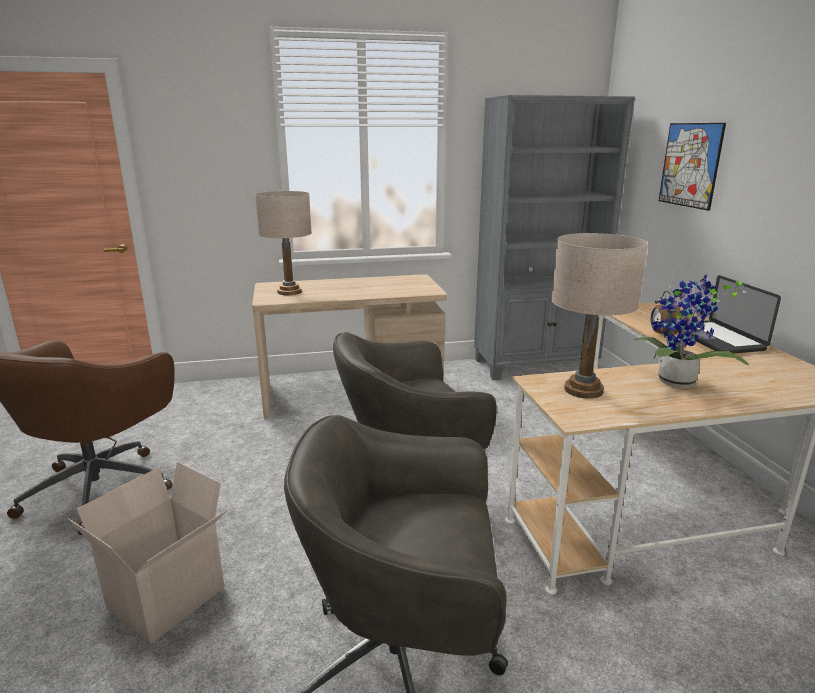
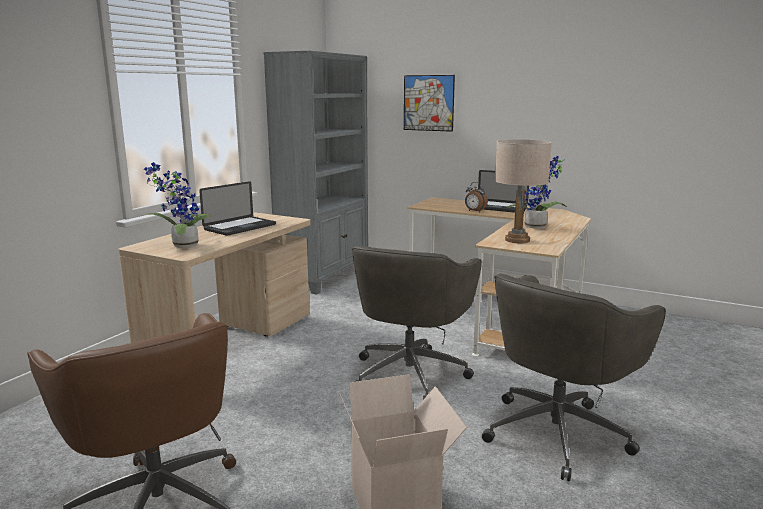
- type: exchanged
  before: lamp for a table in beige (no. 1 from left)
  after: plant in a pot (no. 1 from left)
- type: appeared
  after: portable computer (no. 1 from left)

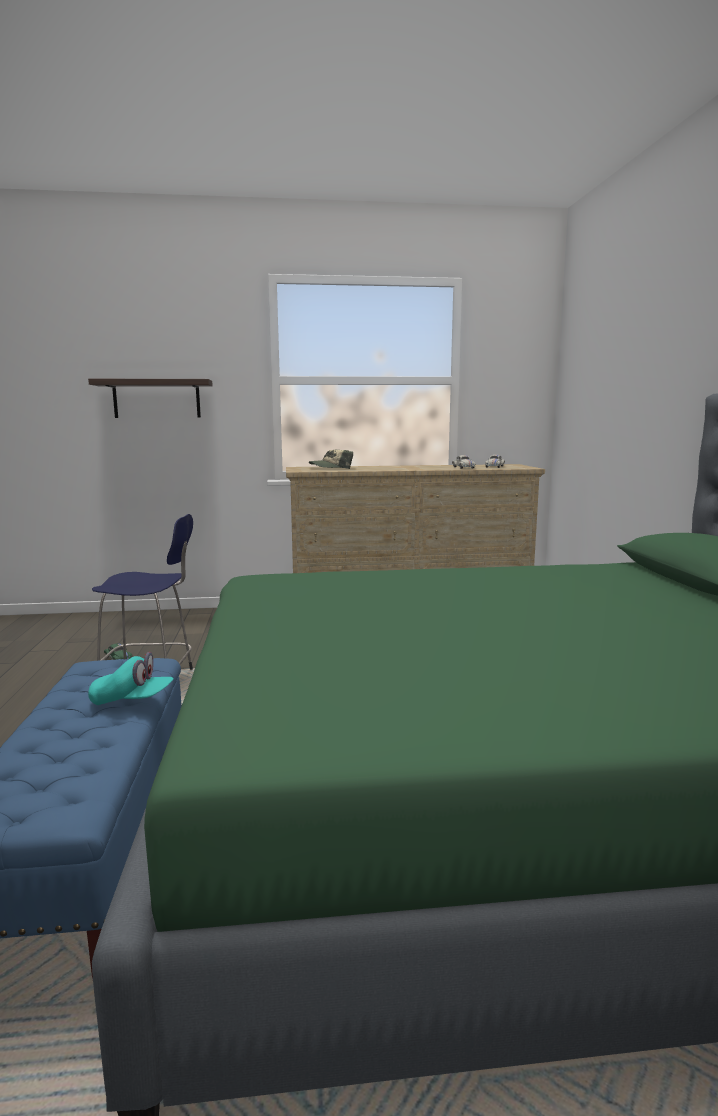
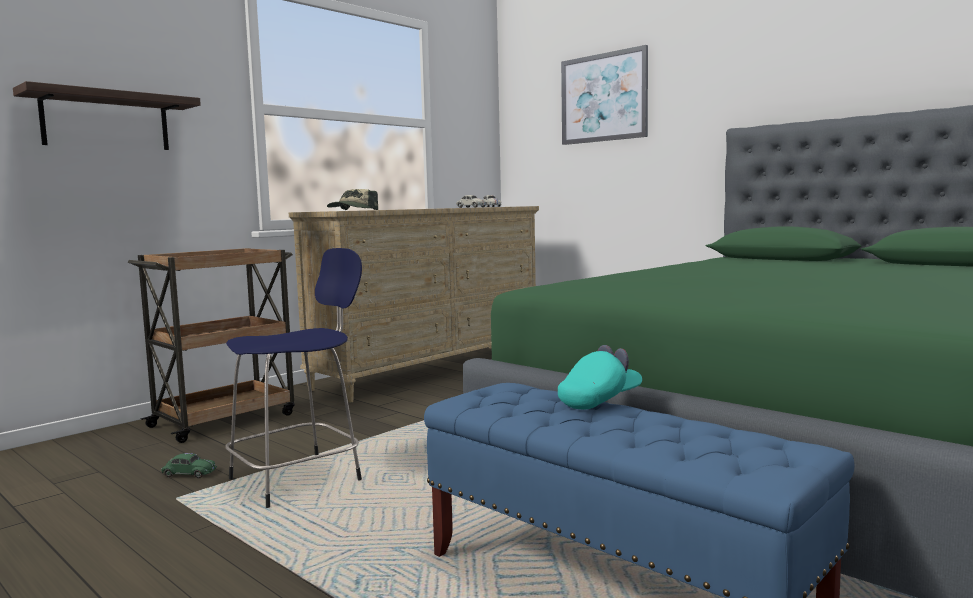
- type: appeared
  after: trolley in brownish
- type: appeared
  after: picture

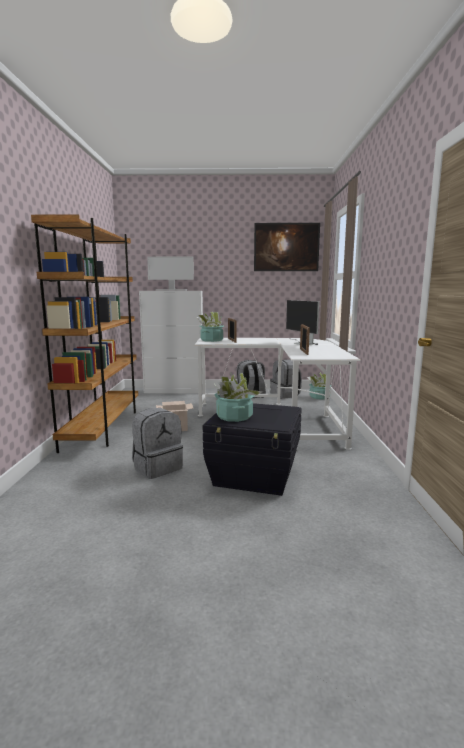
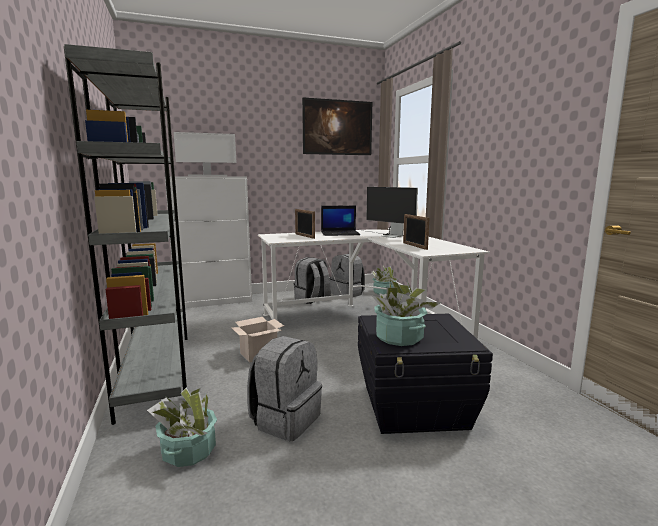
- type: colour
  before: bookcase in brownish
  after: bookcase in grey
- type: relocated
  before: plant in a pot (no. 1 from left)
- type: appeared
  after: portable computer

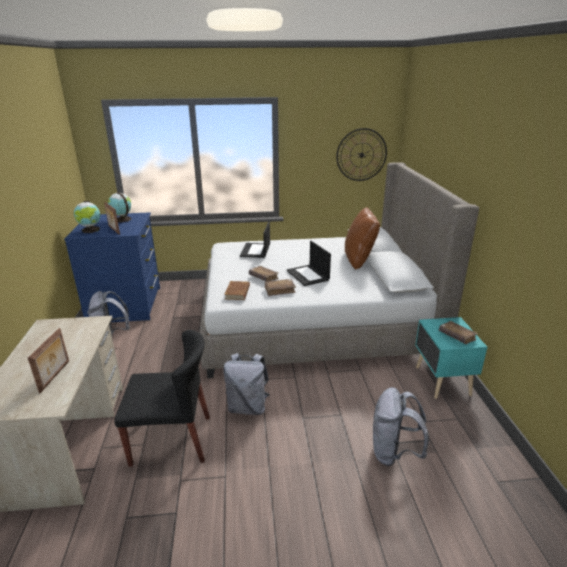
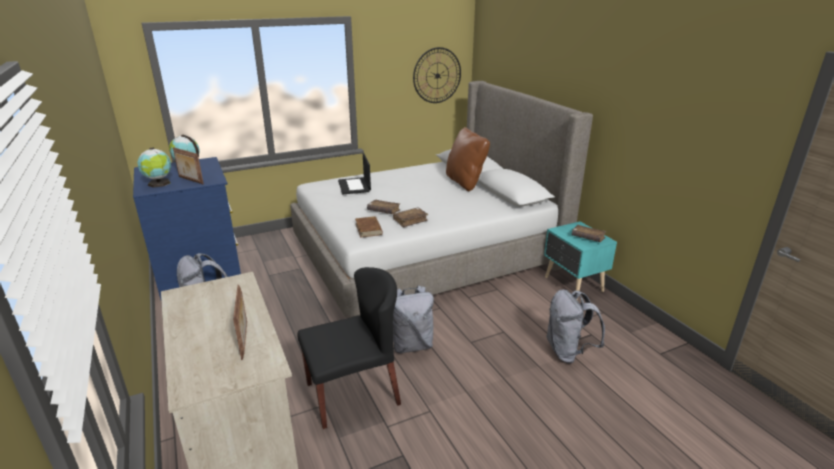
- type: missing
  before: portable computer (no. 2 from left)

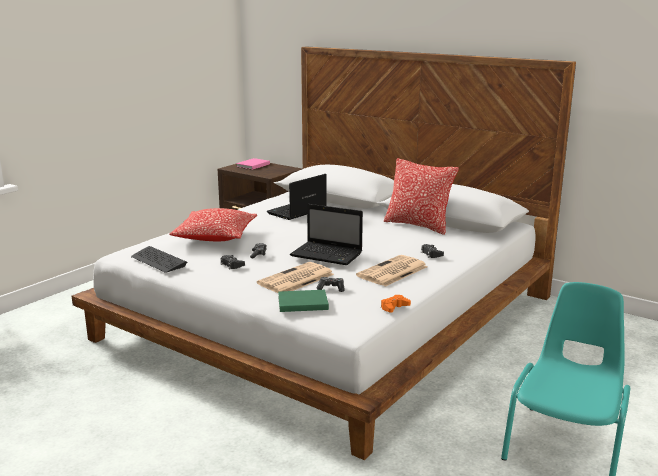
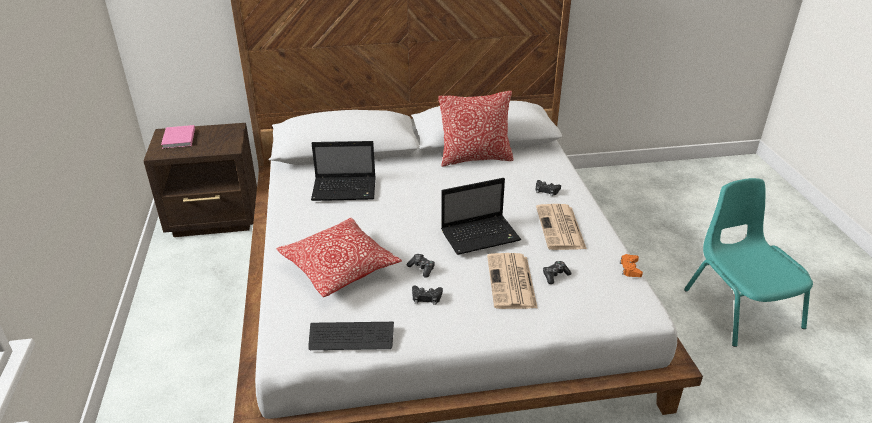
- type: spun
  before: portable computer (no. 1 from left)
  turn: -90
- type: missing
  before: book in green

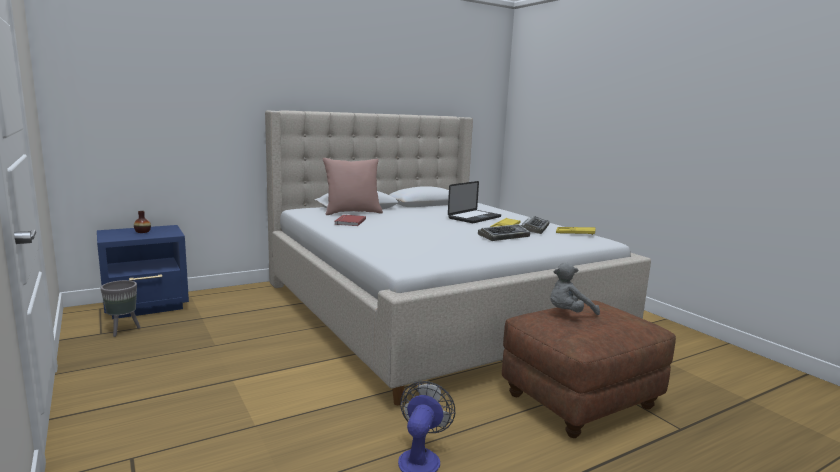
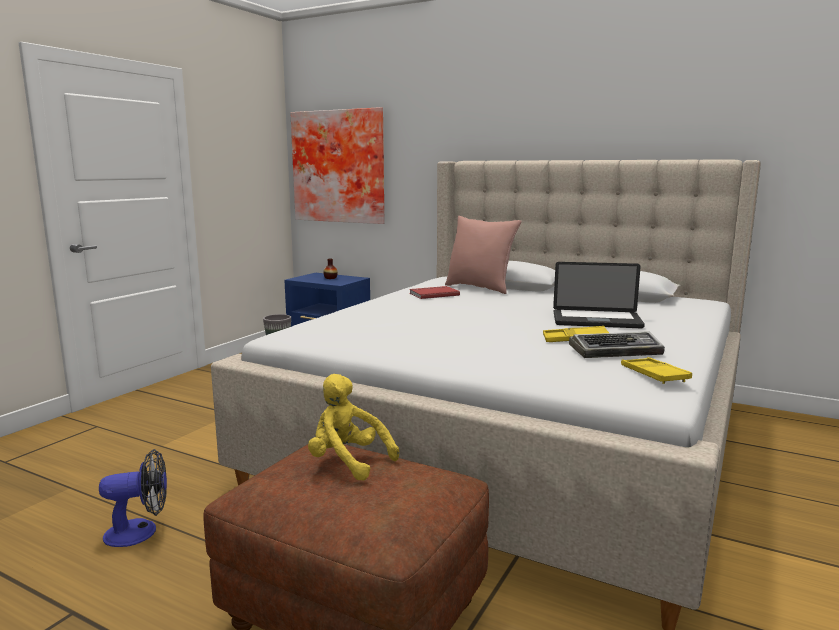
- type: appeared
  after: picture
- type: colour
  before: cuddly toy in grey
  after: cuddly toy in yellowish
- type: missing
  before: computer keyboard (no. 1 from left)

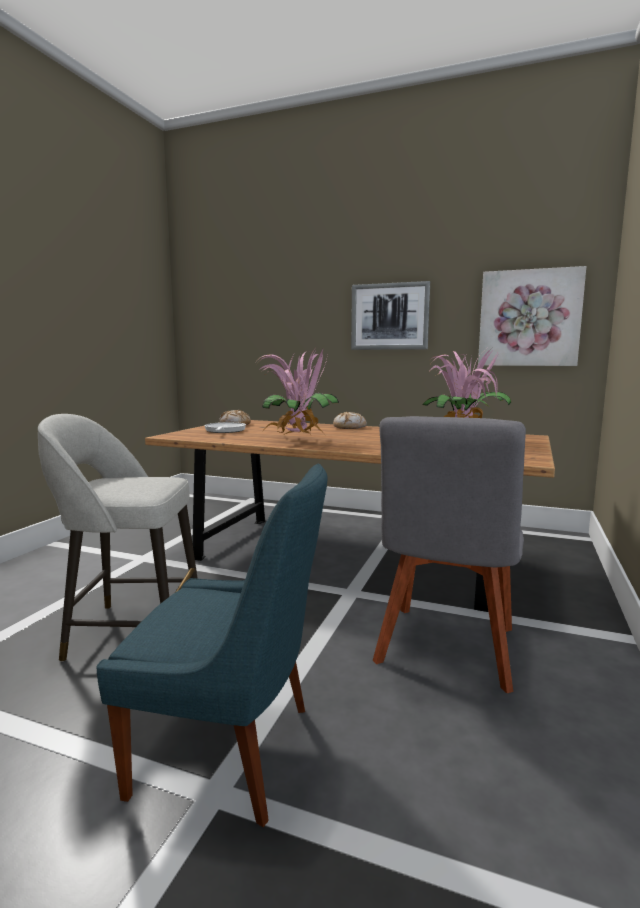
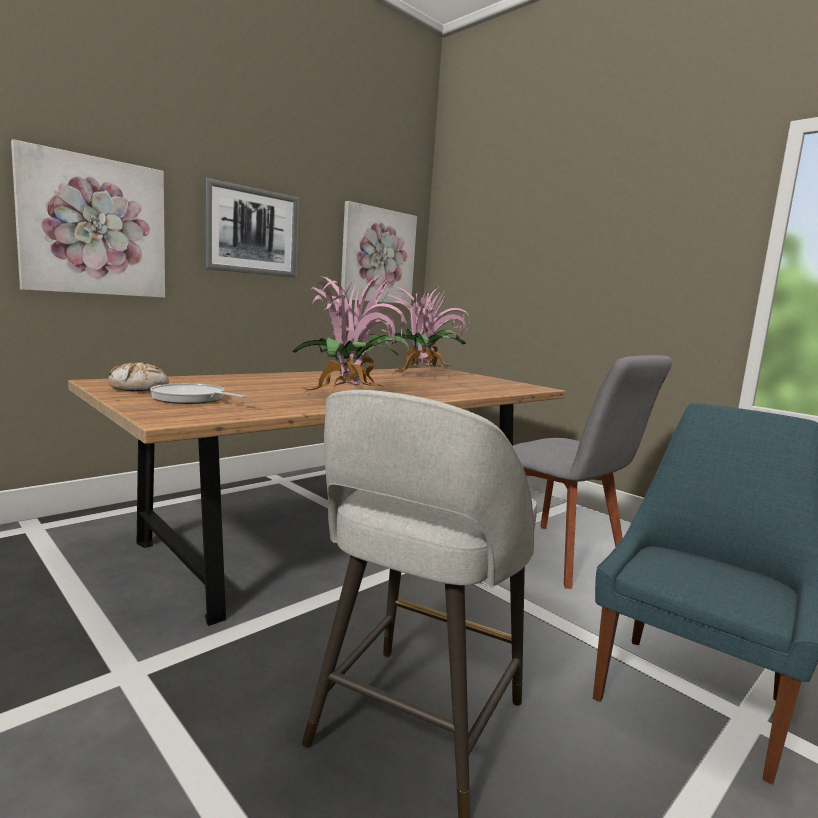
- type: appeared
  after: picture (no. 1 from left)
- type: missing
  before: bread (no. 2 from left)

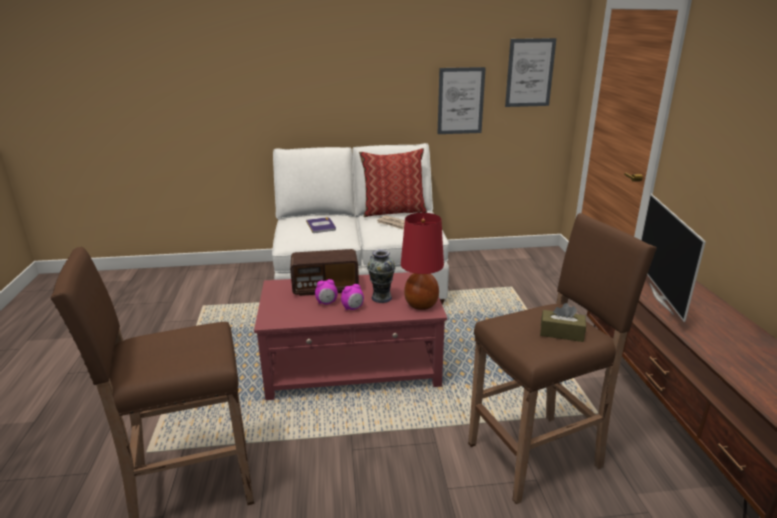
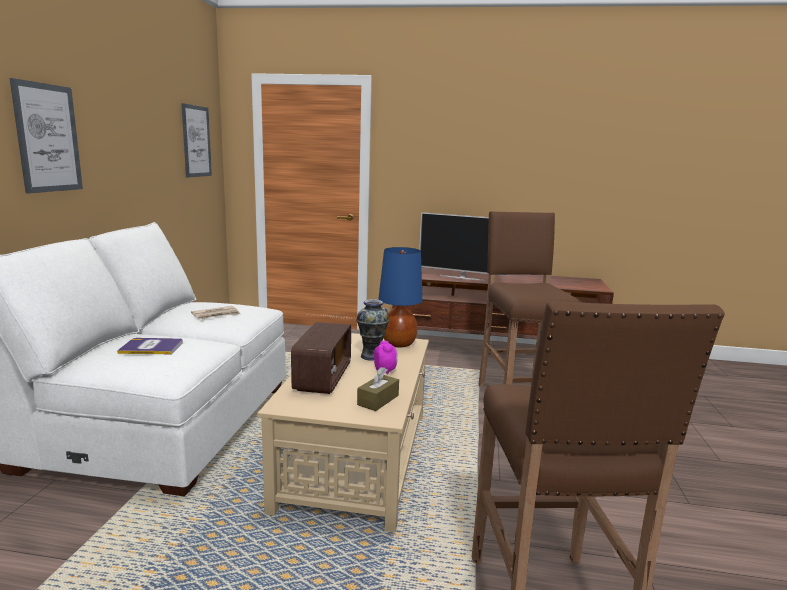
- type: relocated
  before: picture (no. 1 from left)
- type: colour
  before: lounge table in reddish
  after: lounge table in beige
- type: relocated
  before: box of tissues in brownish
- type: colour
  before: lamp for a table in reddish
  after: lamp for a table in blue-coloured
- type: missing
  before: bedside clock (no. 1 from left)
- type: missing
  before: pillow

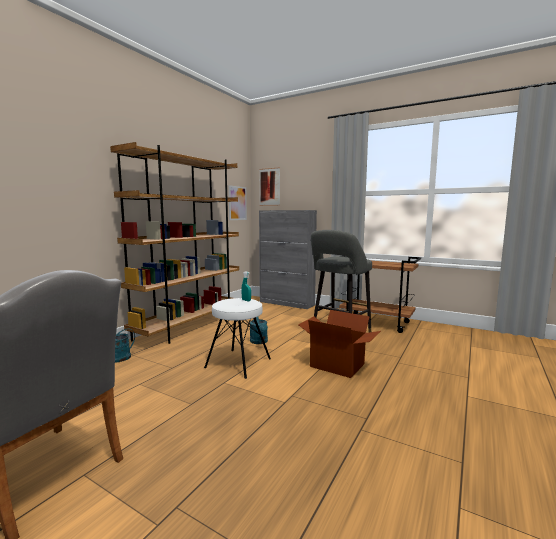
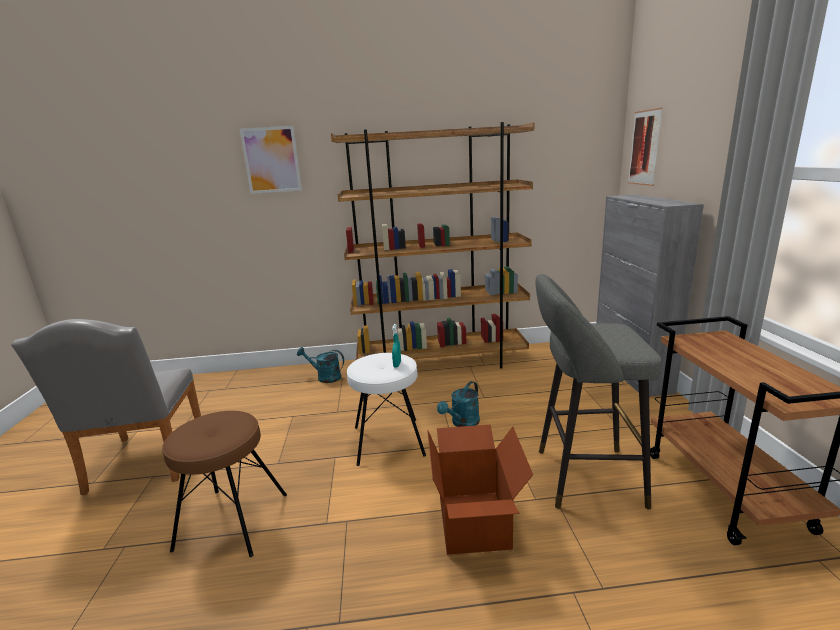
- type: appeared
  after: stool seat in brownish
- type: relocated
  before: picture (no. 1 from left)

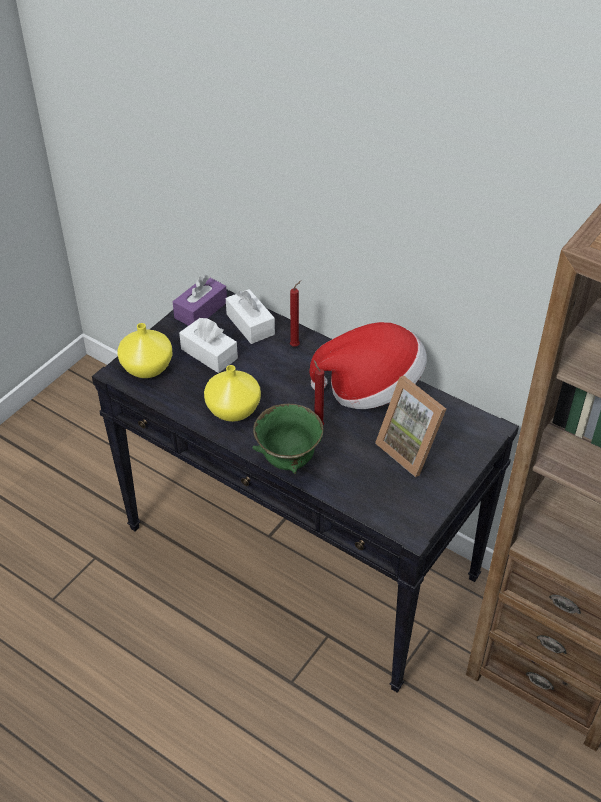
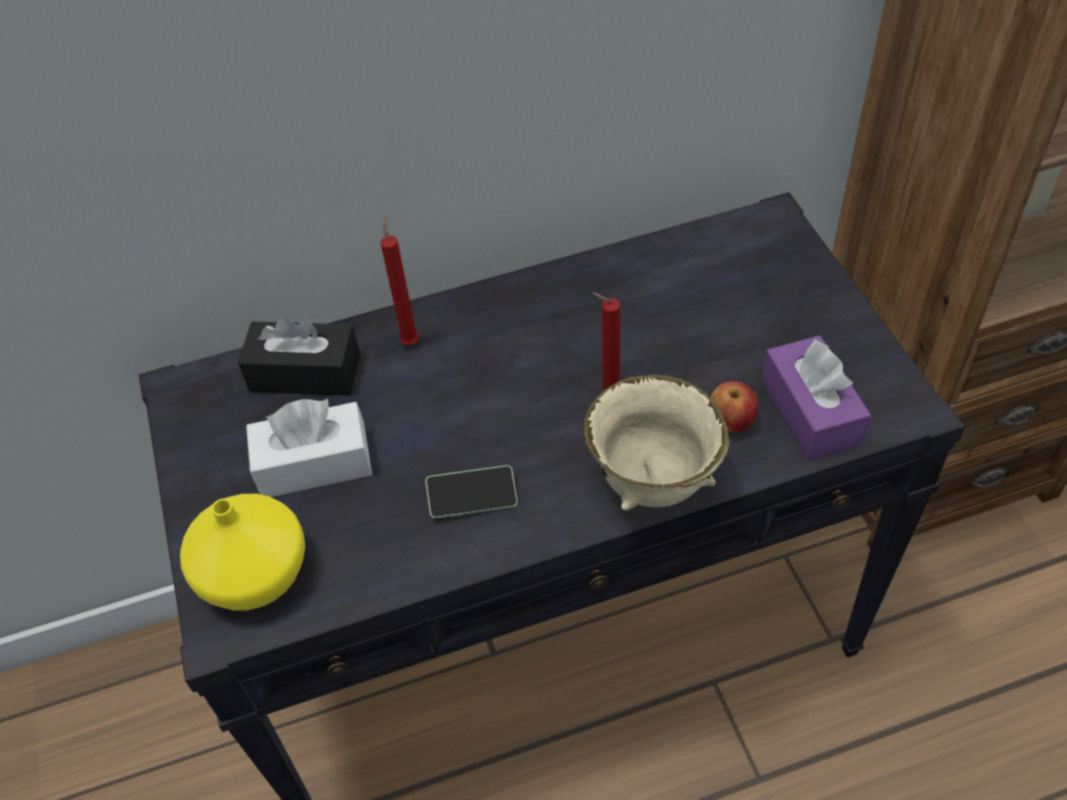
- type: colour
  before: box of tissues in white-coloured (no. 2 from left)
  after: box of tissues in blackish
- type: exchanged
  before: vase in yellowish (no. 2 from left)
  after: phone
- type: colour
  before: serving bowl in green
  after: serving bowl in beige
- type: appeared
  after: apple fruit
- type: relocated
  before: box of tissues in purplish
- type: missing
  before: wearable hat
- type: missing
  before: picture frame

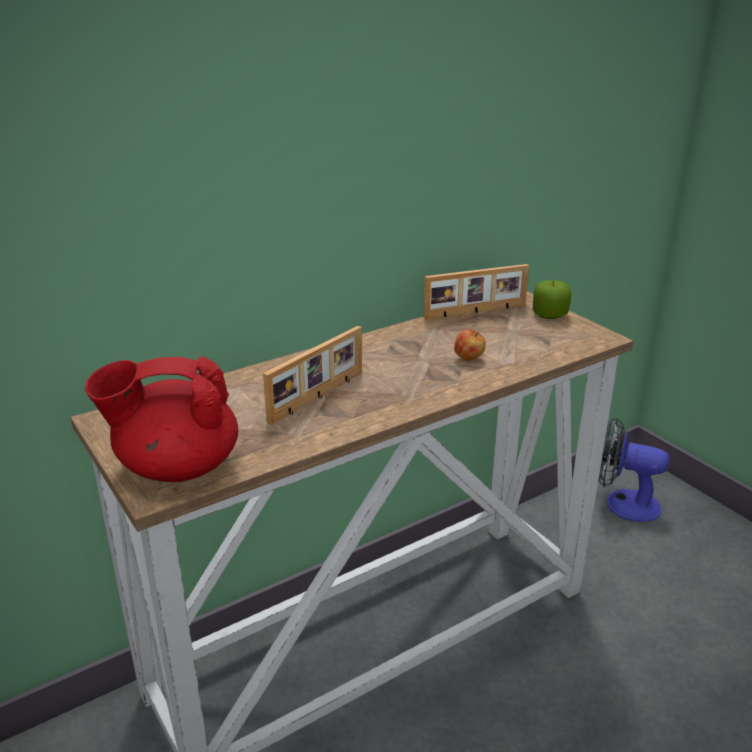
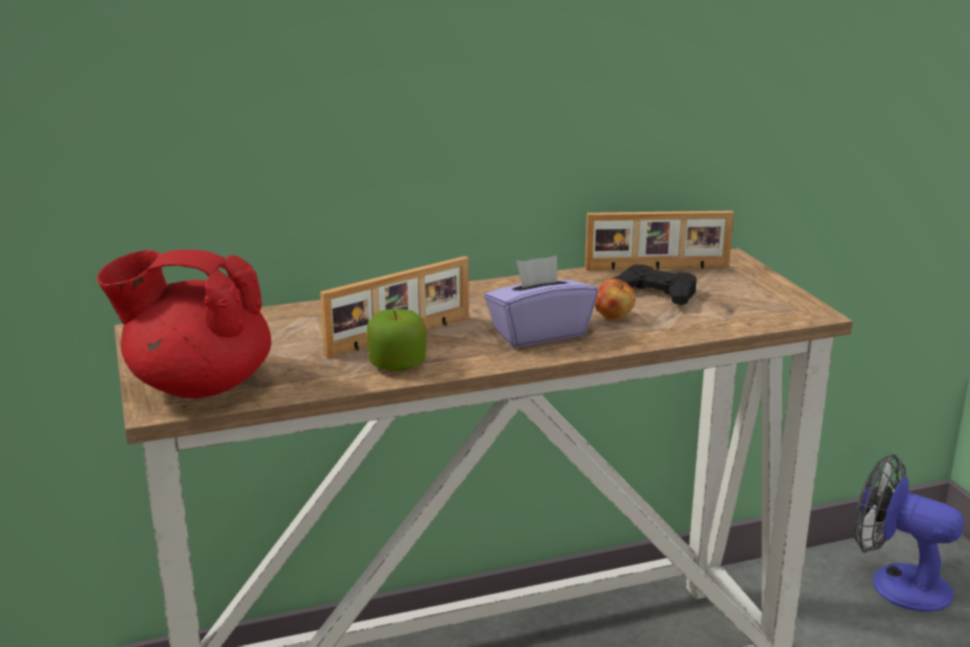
- type: relocated
  before: apple fruit (no. 2 from left in the first image)
  after: apple fruit (no. 1 from left)
- type: appeared
  after: box of tissues in purplish
- type: appeared
  after: joypad in blackish

